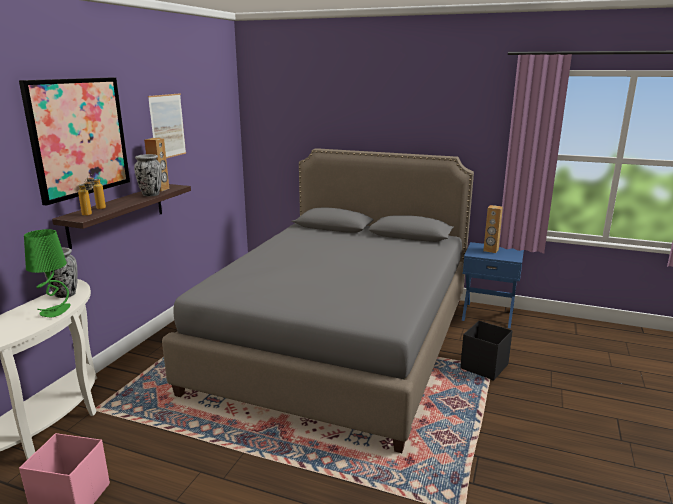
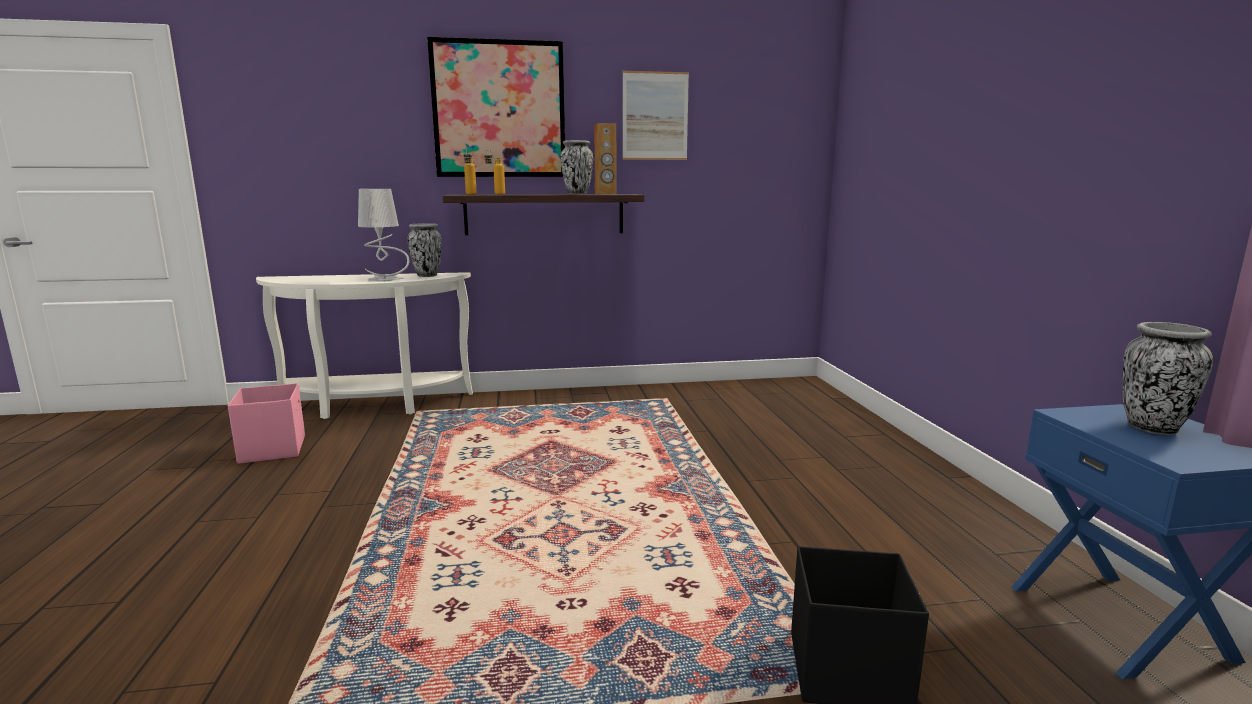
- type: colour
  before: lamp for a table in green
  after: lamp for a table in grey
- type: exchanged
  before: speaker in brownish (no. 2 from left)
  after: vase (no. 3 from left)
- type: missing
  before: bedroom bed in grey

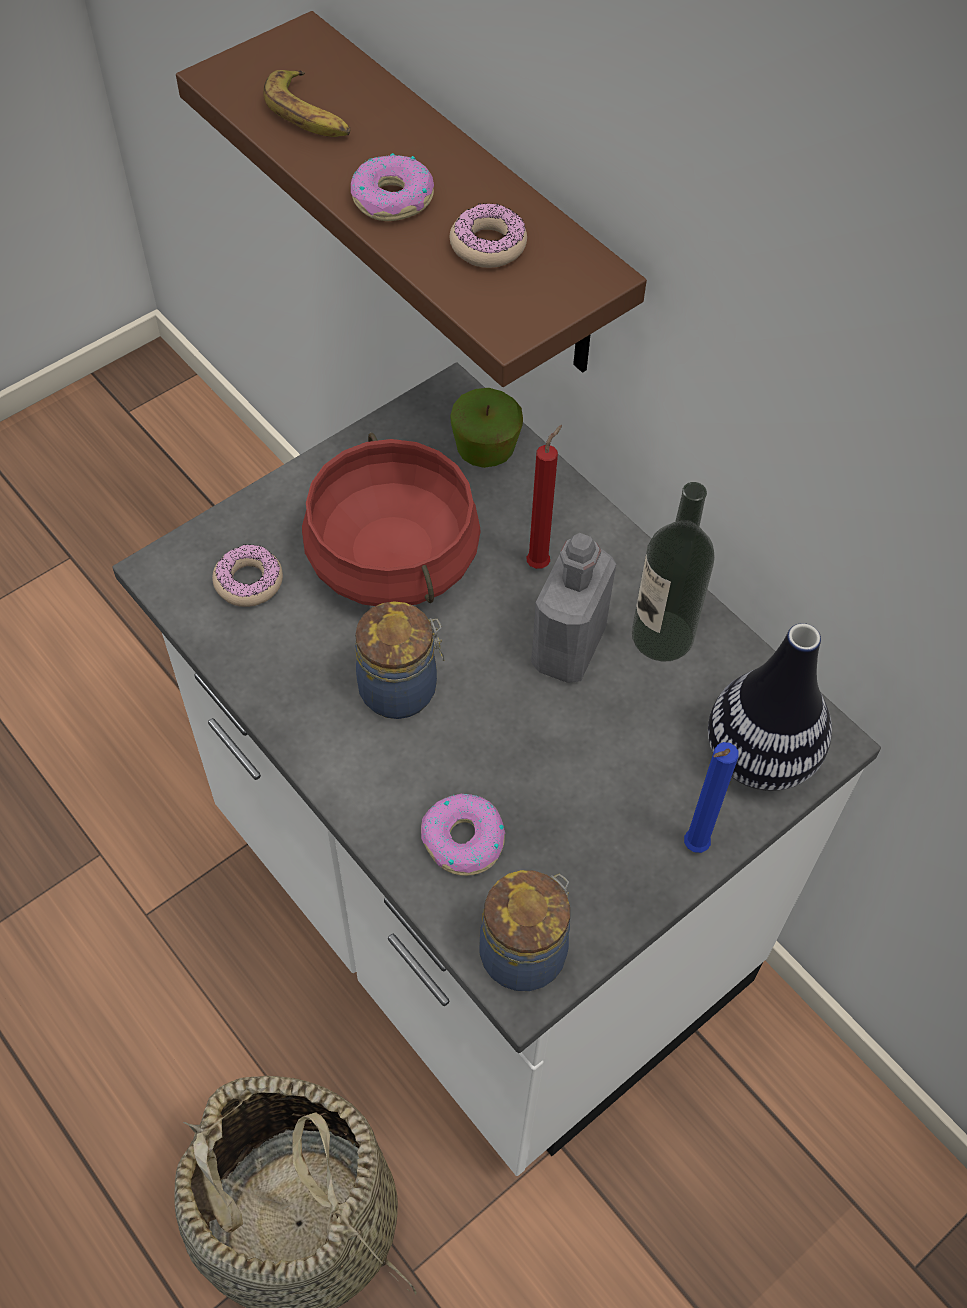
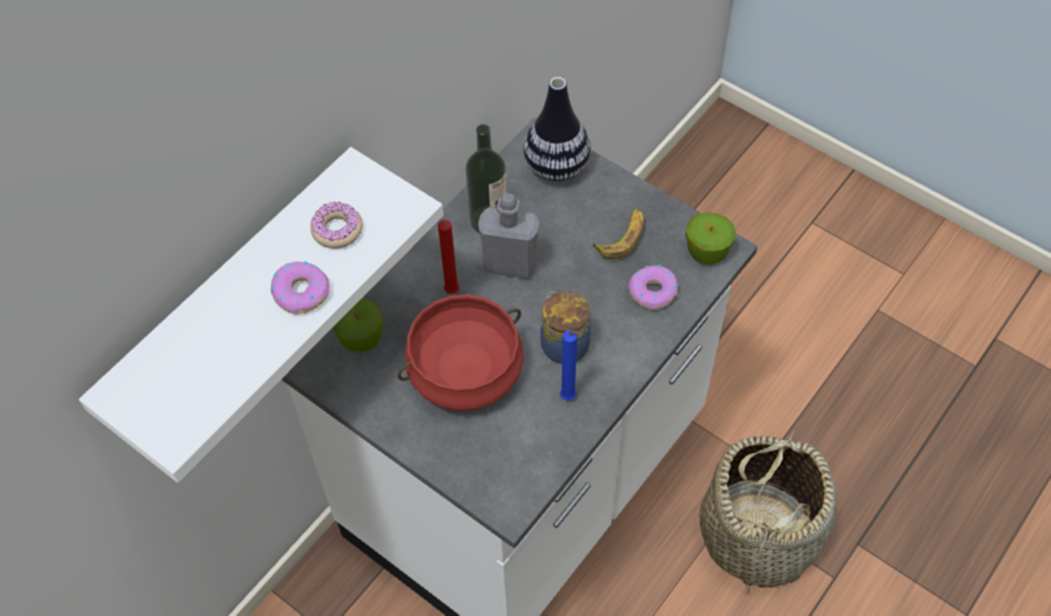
- type: colour
  before: wall shelf in brownish
  after: wall shelf in white-coloured
- type: relocated
  before: candle in blue-coloured
- type: relocated
  before: banana
- type: exchanged
  before: storage jar (no. 2 from left)
  after: apple fruit (no. 2 from left)
- type: missing
  before: ring doughnut (no. 1 from left)

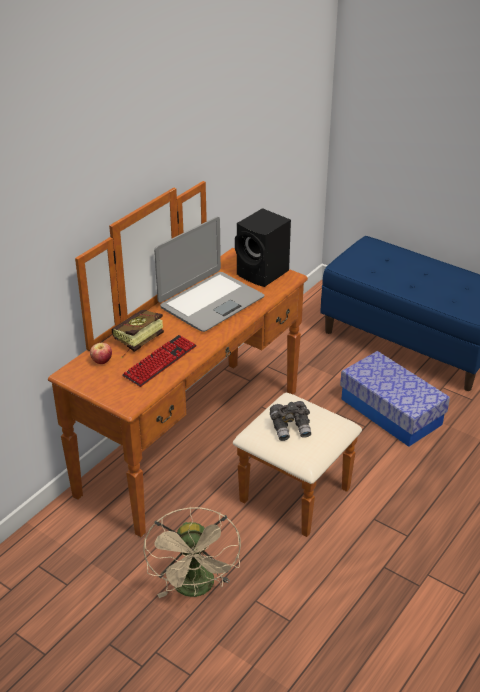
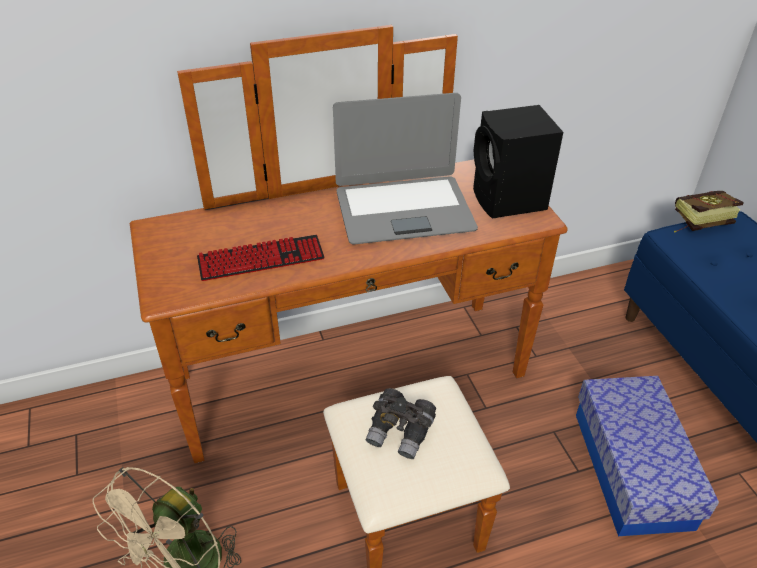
- type: relocated
  before: book
- type: missing
  before: apple fruit

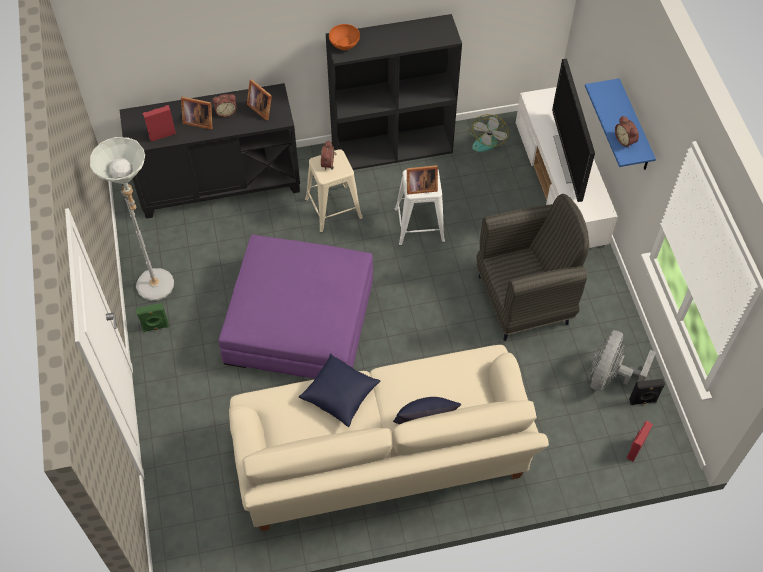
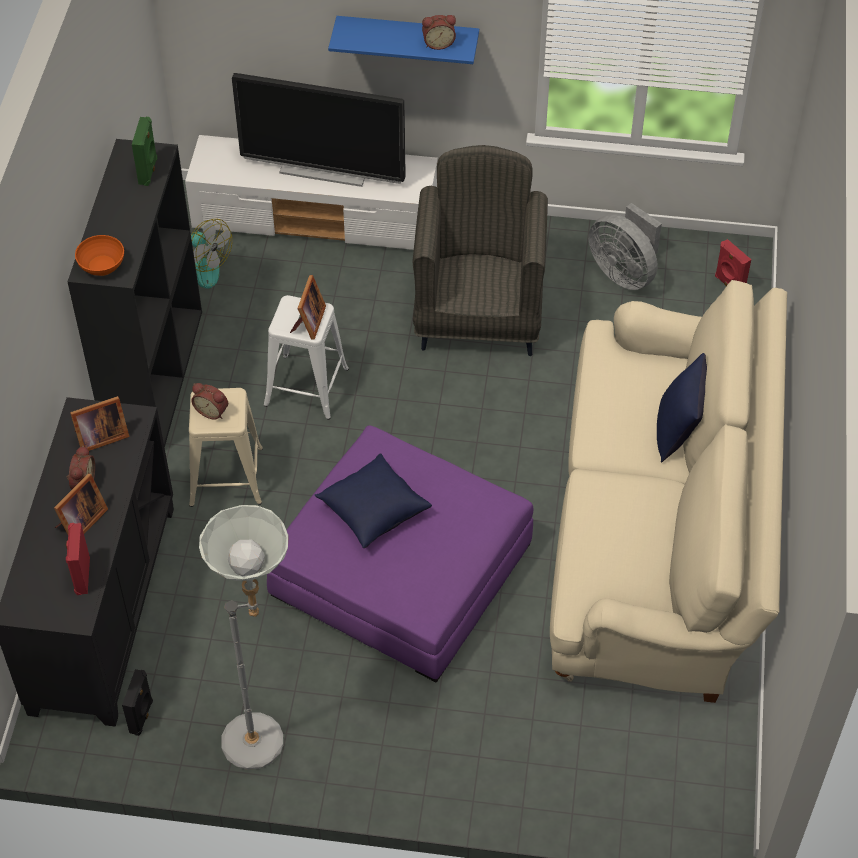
- type: relocated
  before: speaker in blackish
- type: relocated
  before: speaker in green
- type: relocated
  before: pillow in blue-coloured (no. 1 from left)

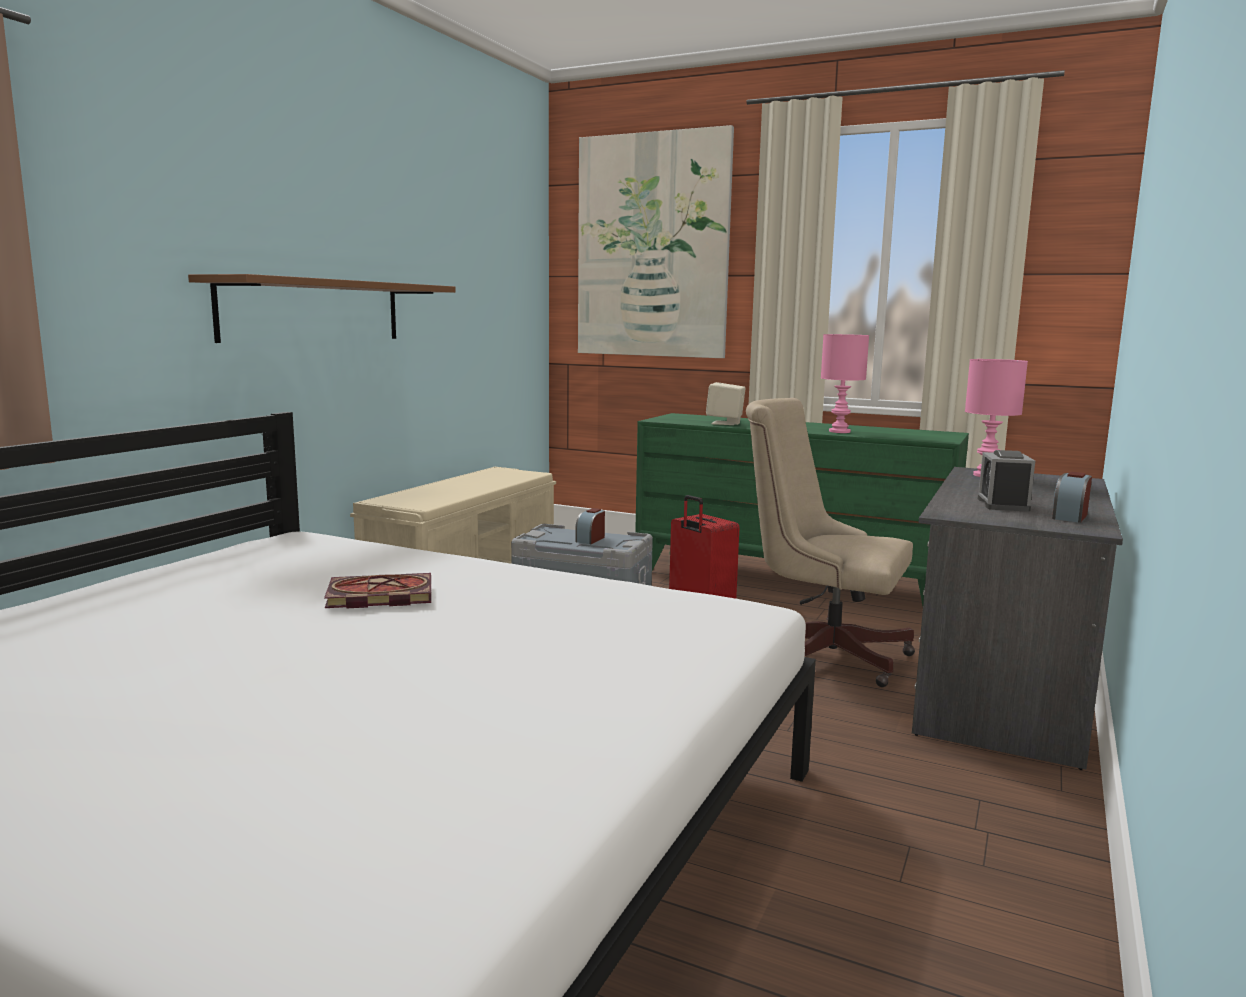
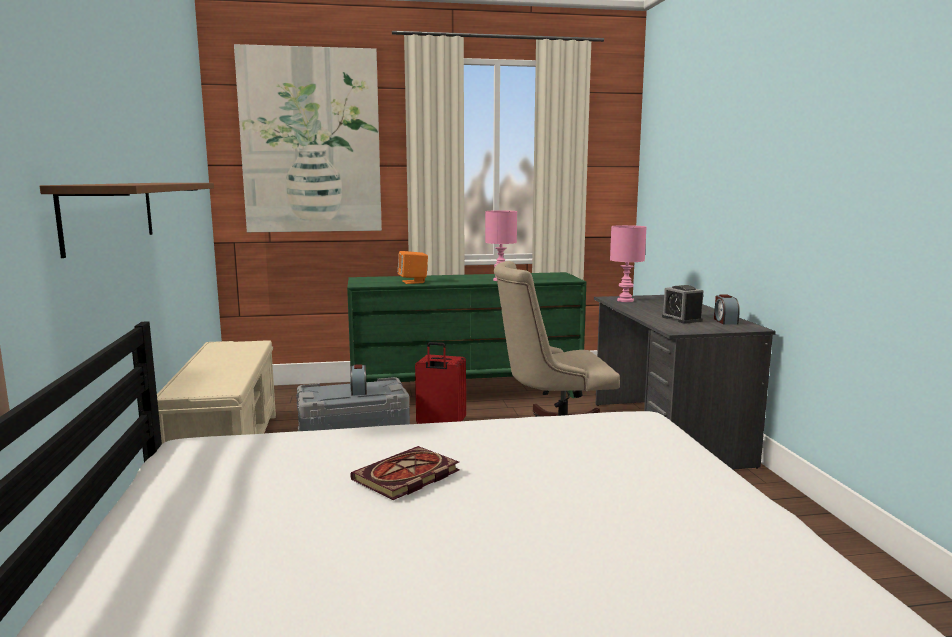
- type: colour
  before: speaker in beige
  after: speaker in orange

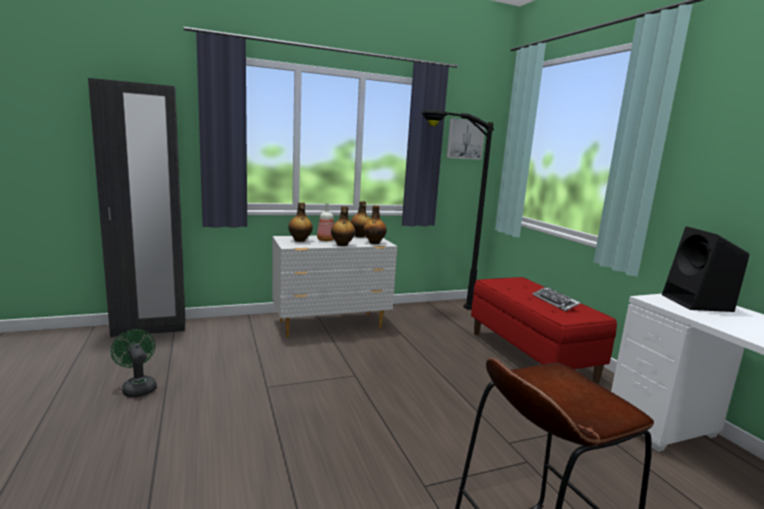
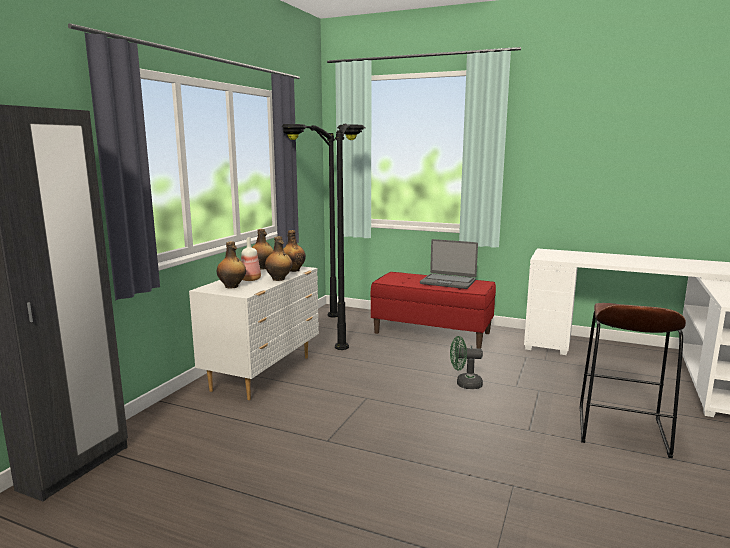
- type: appeared
  after: floor lamp in blackish (no. 2 from left)
- type: exchanged
  before: computer keyboard
  after: portable computer
- type: relocated
  before: fan in green
- type: missing
  before: picture
- type: missing
  before: speaker in blackish

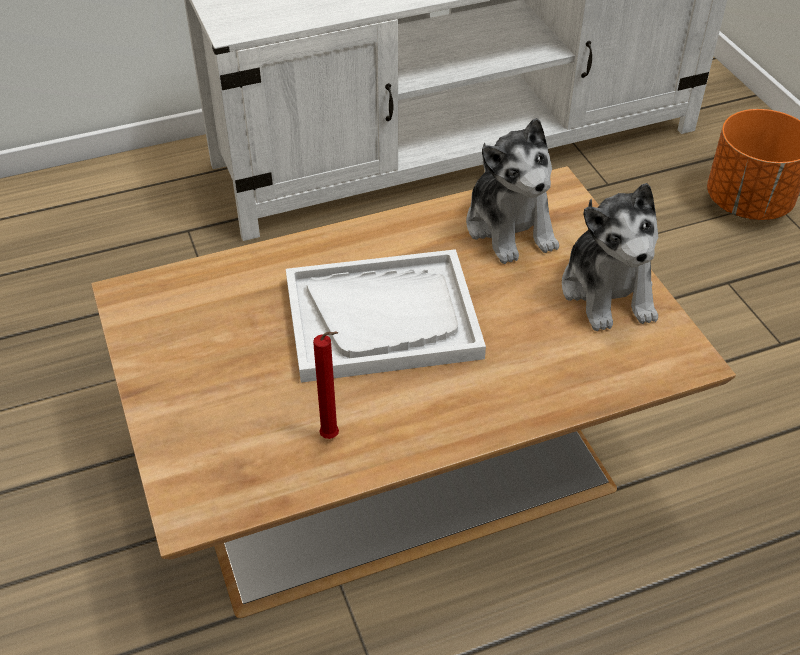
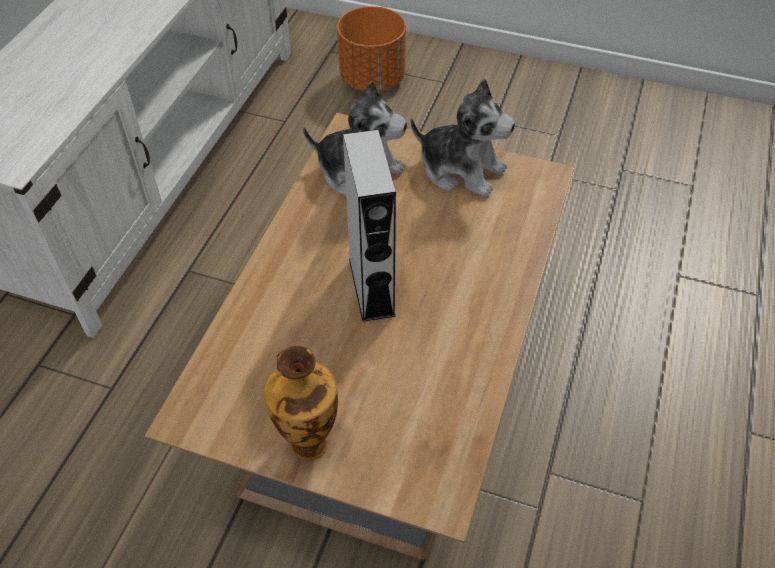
- type: appeared
  after: vase
- type: exchanged
  before: serving tray in white-coloured
  after: speaker in grey
- type: missing
  before: candle in reddish

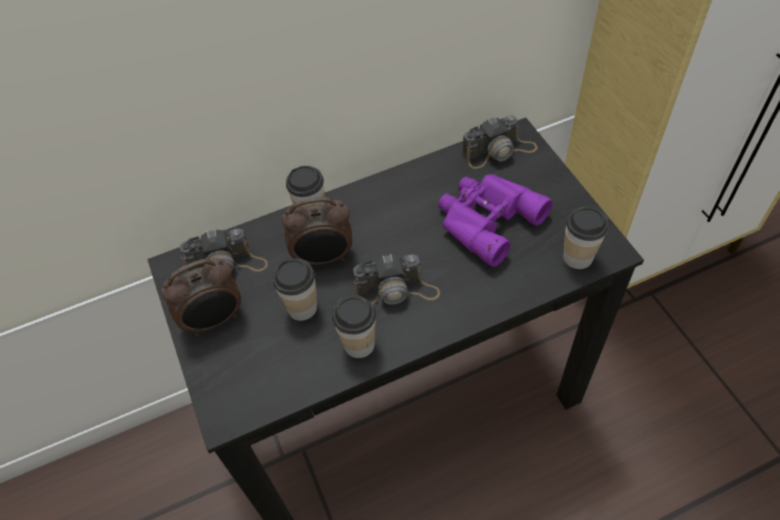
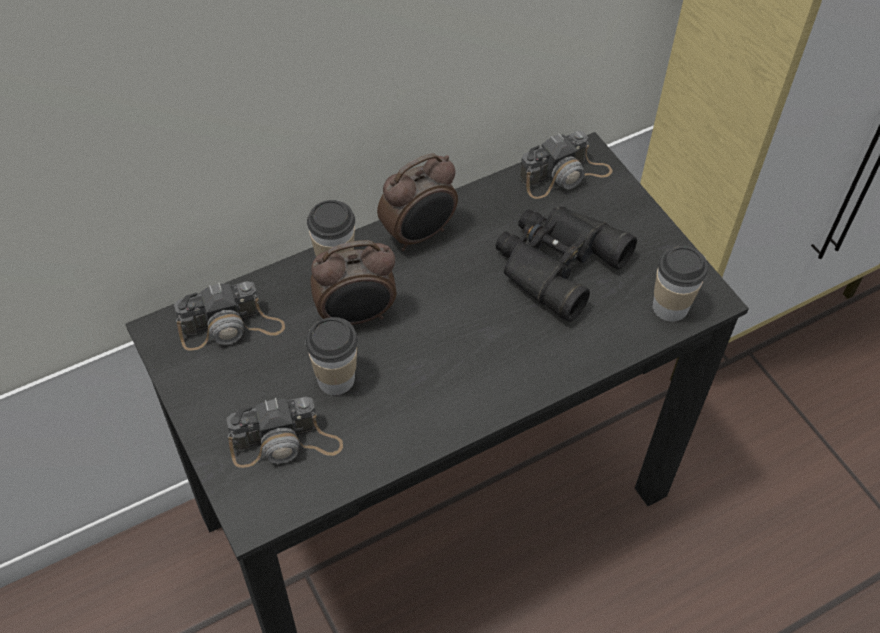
- type: relocated
  before: still camera (no. 2 from left)
- type: relocated
  before: bedside clock (no. 1 from left in the first image)
  after: bedside clock (no. 2 from left)
- type: colour
  before: pair of binoculars in purplish
  after: pair of binoculars in blackish
- type: missing
  before: drinking cup (no. 3 from left)

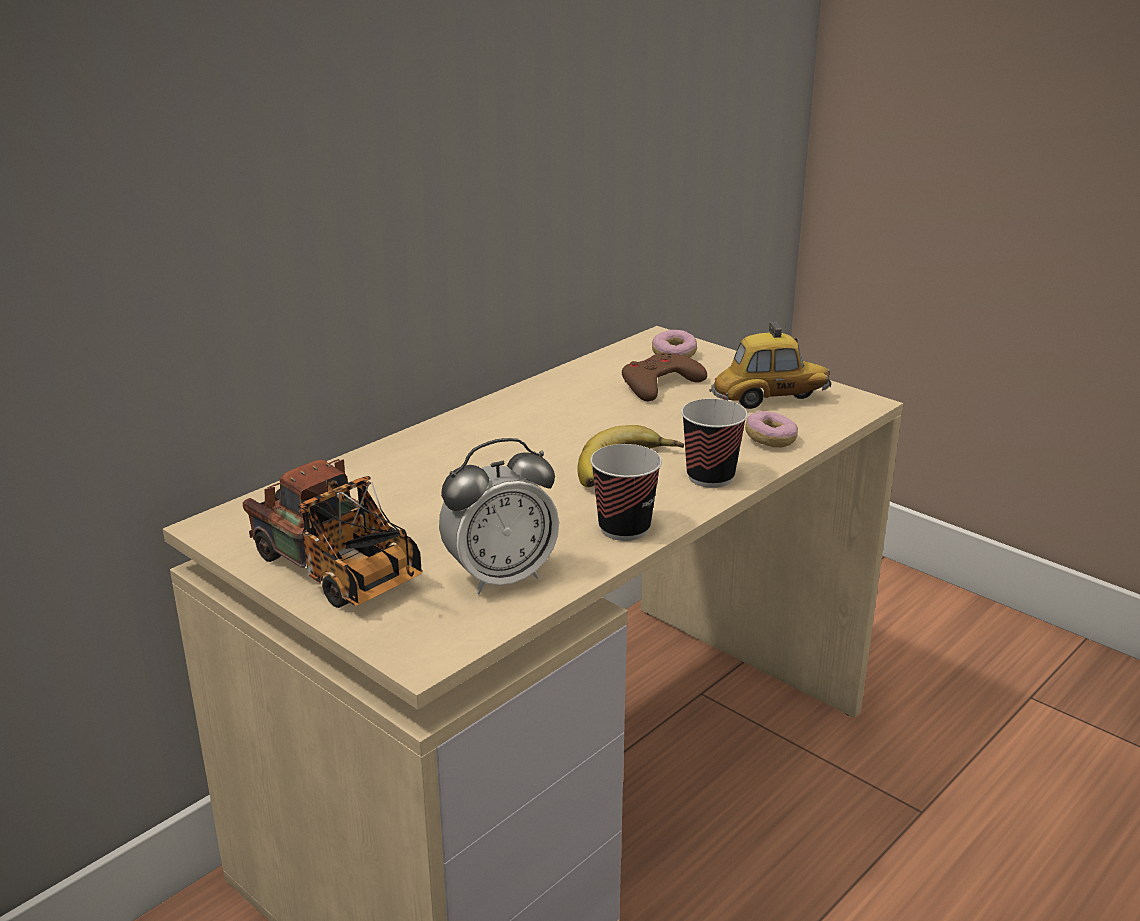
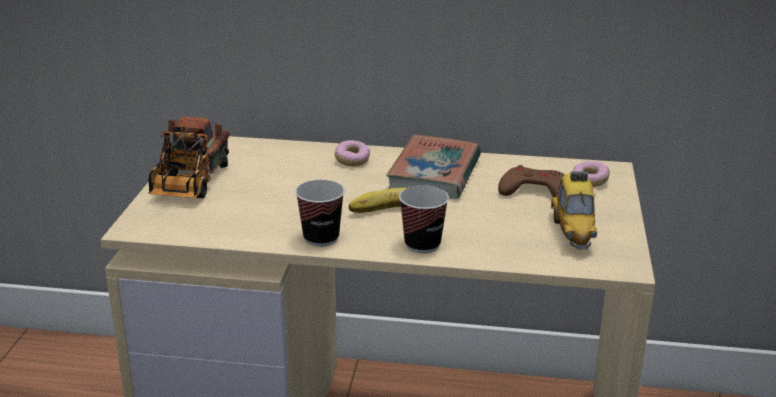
- type: relocated
  before: ring doughnut (no. 2 from left in the first image)
  after: ring doughnut (no. 1 from left)
- type: appeared
  after: book
- type: spun
  before: miniature car
  turn: 45
- type: missing
  before: bedside clock

